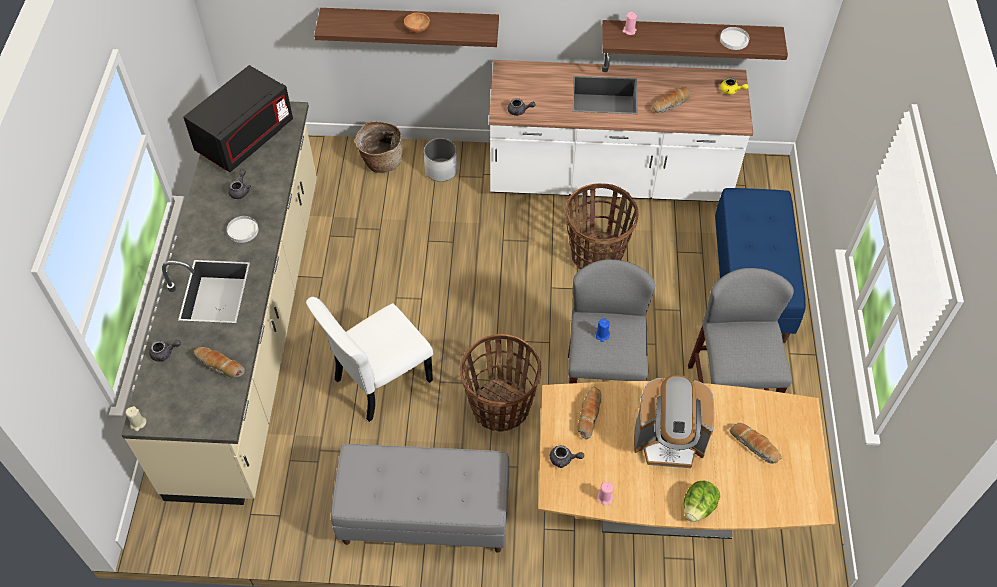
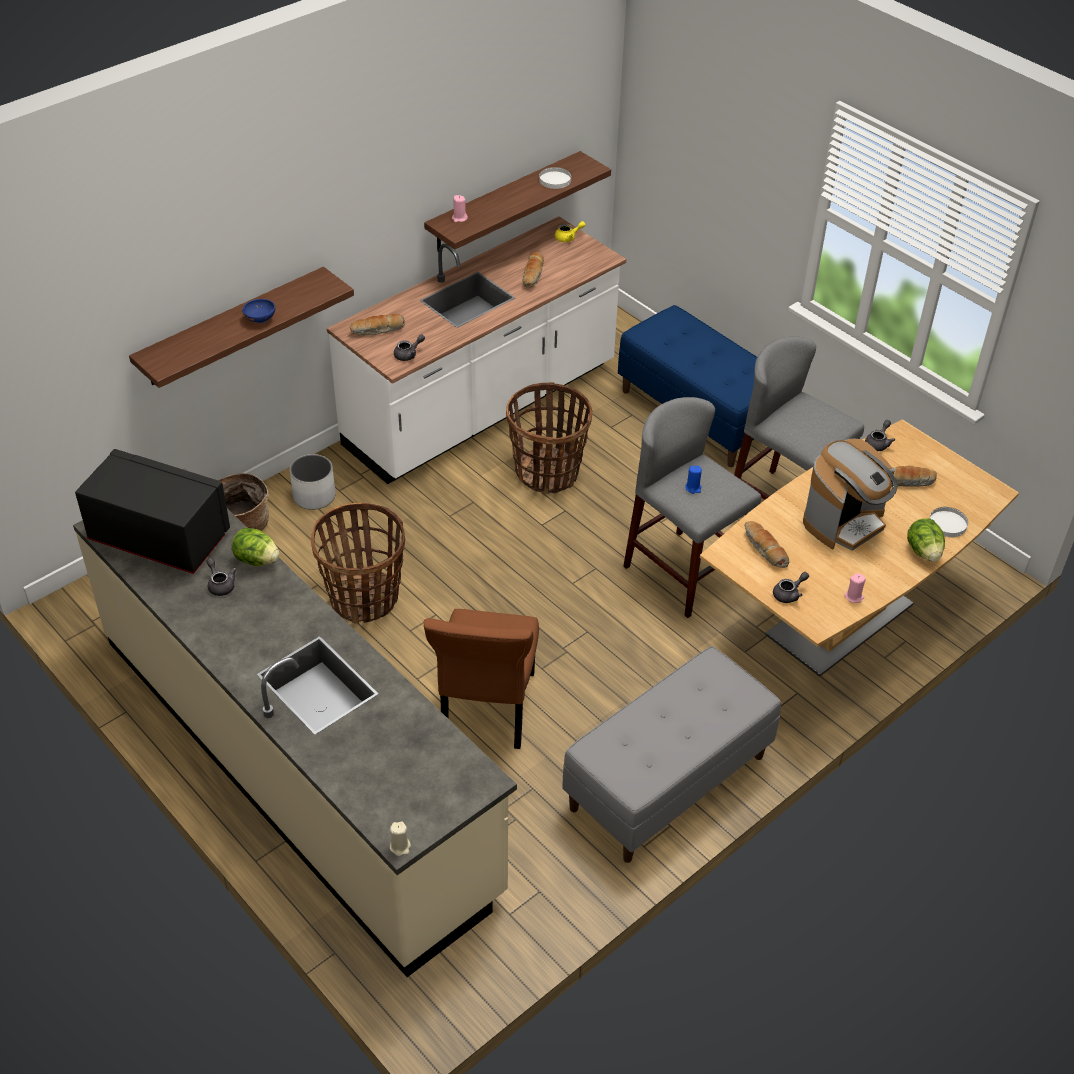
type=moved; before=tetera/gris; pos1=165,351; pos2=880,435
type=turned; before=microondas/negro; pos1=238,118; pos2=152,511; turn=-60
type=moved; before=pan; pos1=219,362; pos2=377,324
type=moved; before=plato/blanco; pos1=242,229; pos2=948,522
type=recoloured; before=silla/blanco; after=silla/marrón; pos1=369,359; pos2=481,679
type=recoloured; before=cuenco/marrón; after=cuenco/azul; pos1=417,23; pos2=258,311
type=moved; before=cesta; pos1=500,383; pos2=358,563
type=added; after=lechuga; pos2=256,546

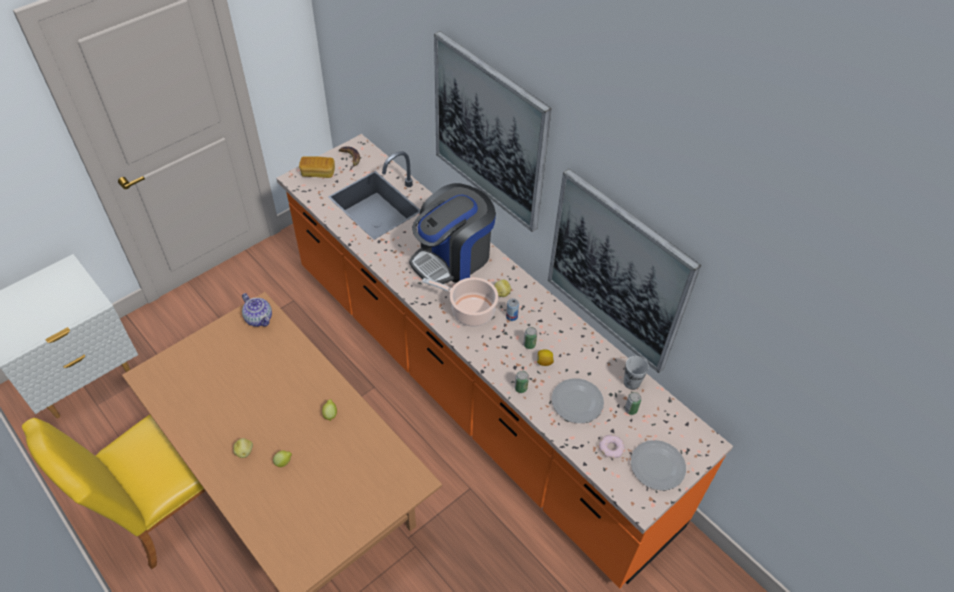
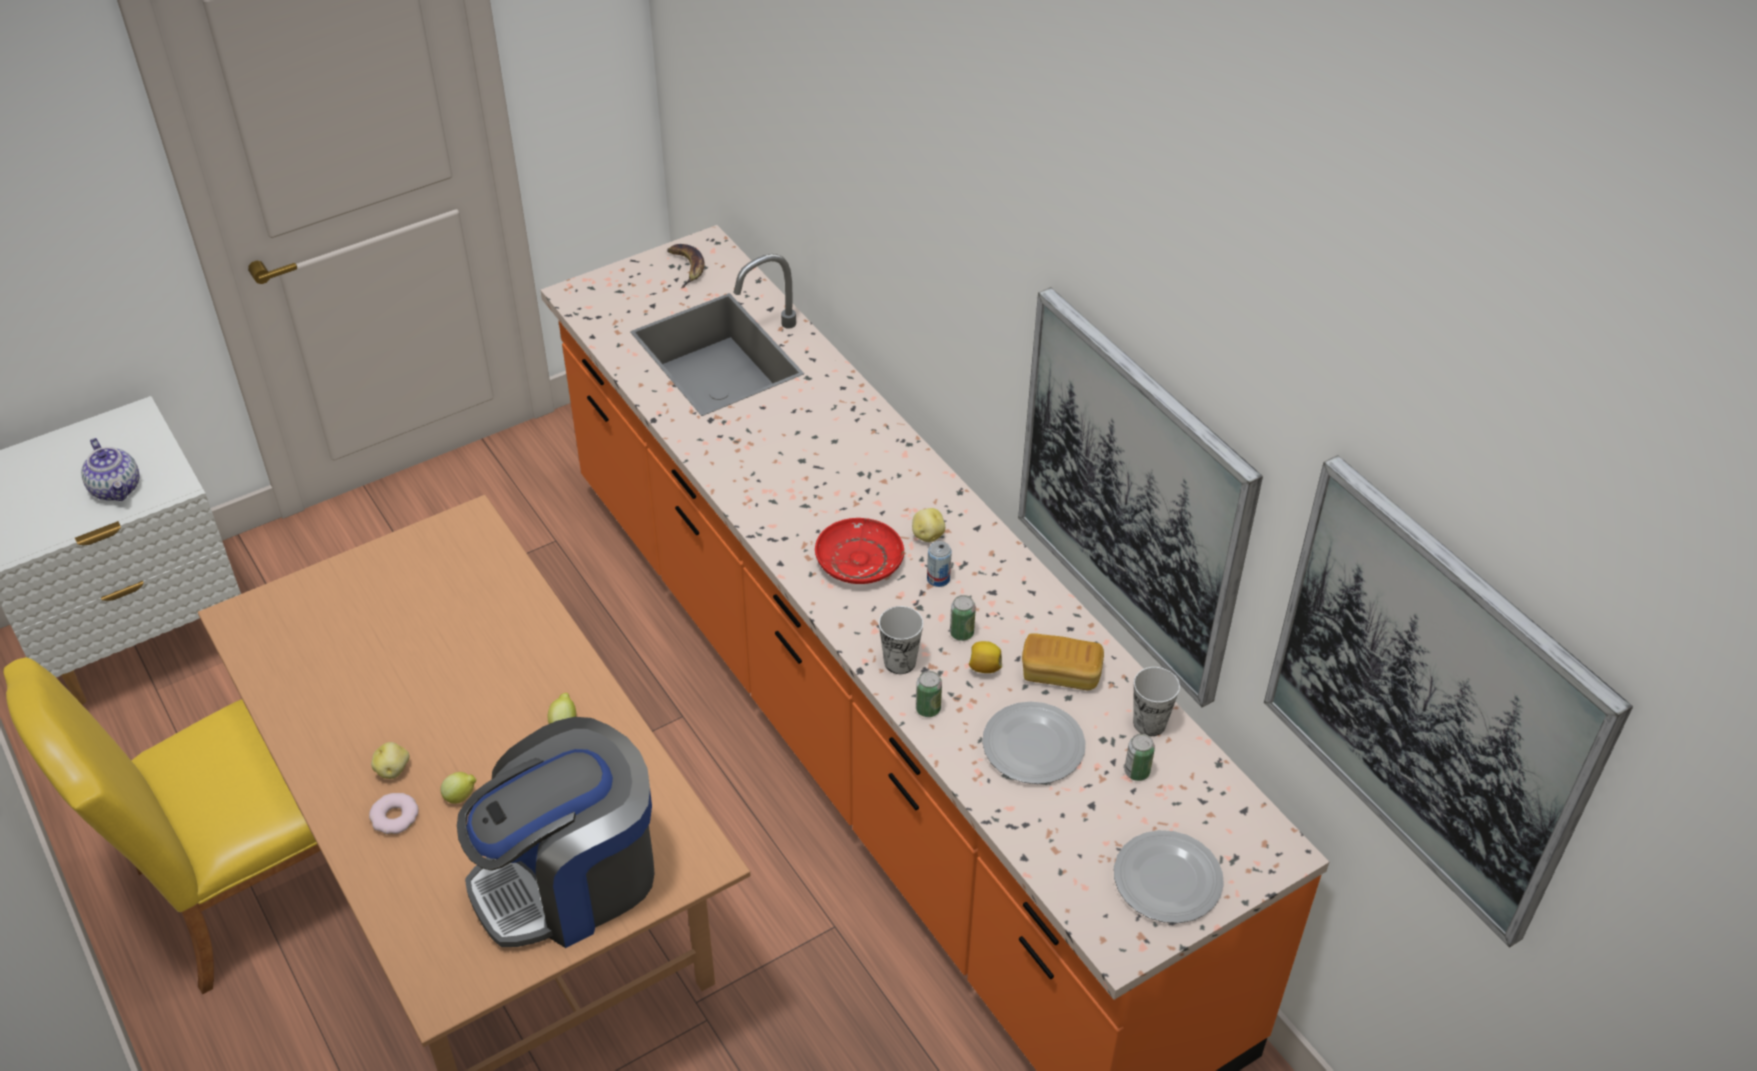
type=moved; before=tetera; pos1=257,310; pos2=110,469
type=moved; before=pan; pos1=317,167; pos2=1063,662
type=moved; before=cafetera; pos1=452,233; pos2=556,832
type=replaced; before=olla; after=plato/rojo; pos1=460,302; pos2=859,551
type=moved; before=cuadro; pos1=493,131; pos2=1448,701
type=moved; before=rosquilla; pos1=612,446; pos2=394,813
type=added; after=taza; pos2=901,640

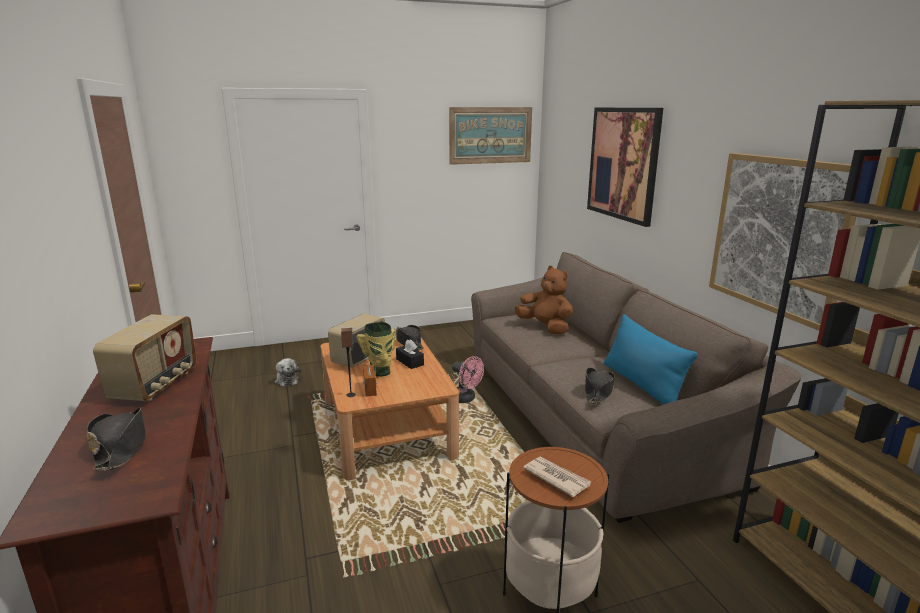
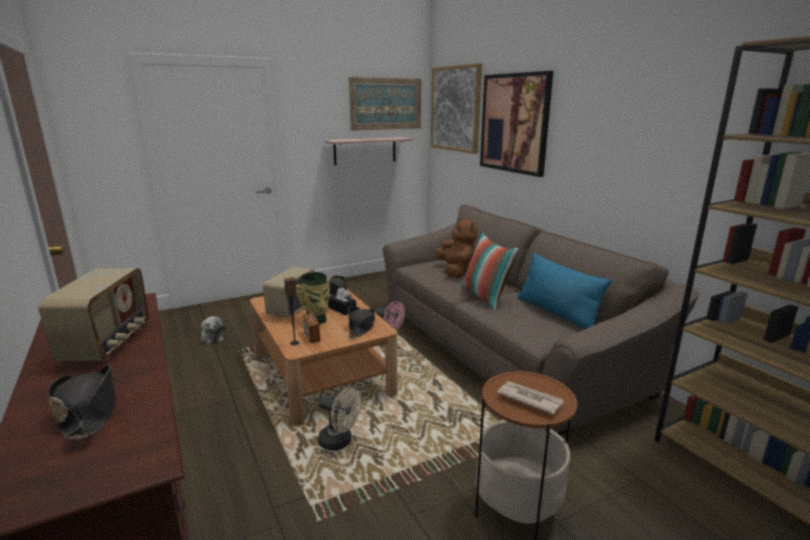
type=turned; before=peluche/marrón; pos1=544,300; pos2=456,247; turn=45
type=moved; before=sombrero/negro; pos1=600,385; pos2=361,322
type=moved; before=cuadro; pos1=782,242; pos2=456,108
type=added; after=ventilador/beis; pos2=339,419
type=added; after=estante; pos2=368,151
type=added; after=cojín; pos2=490,271

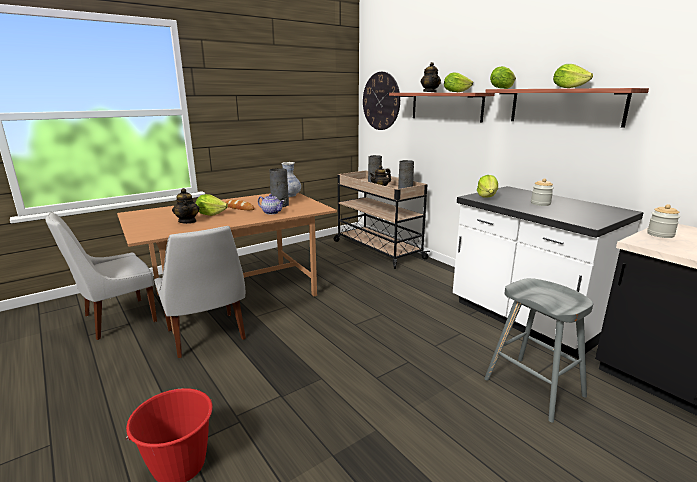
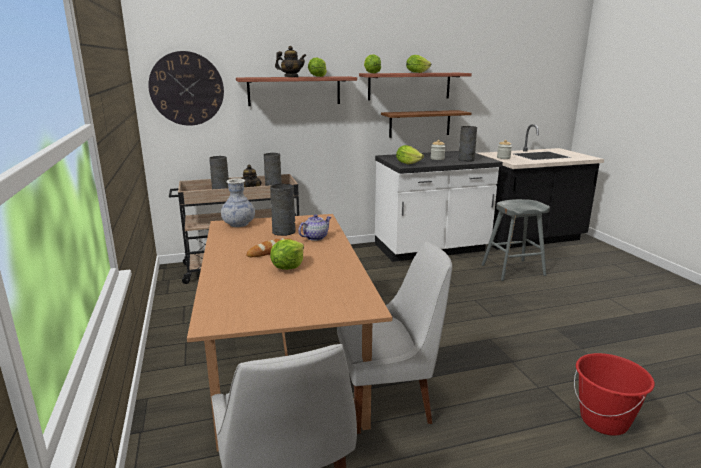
type=removed; before=tetera; pos1=186,206
type=added; after=estante/marrón; pos2=426,124
type=added; after=florero/gris; pos2=467,144

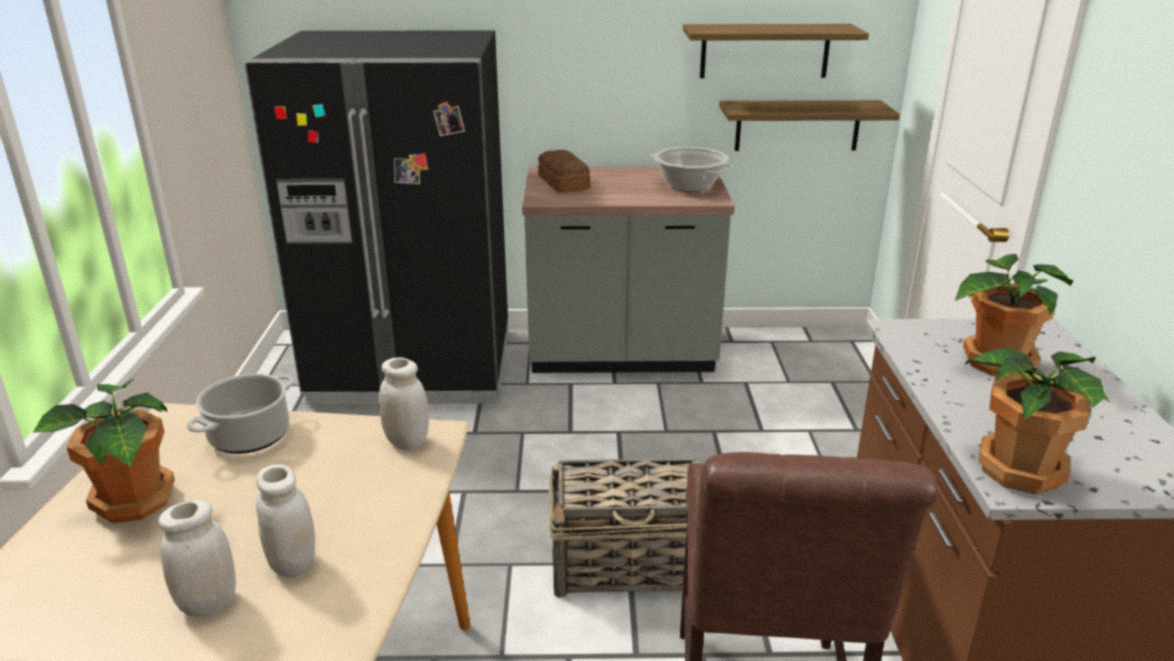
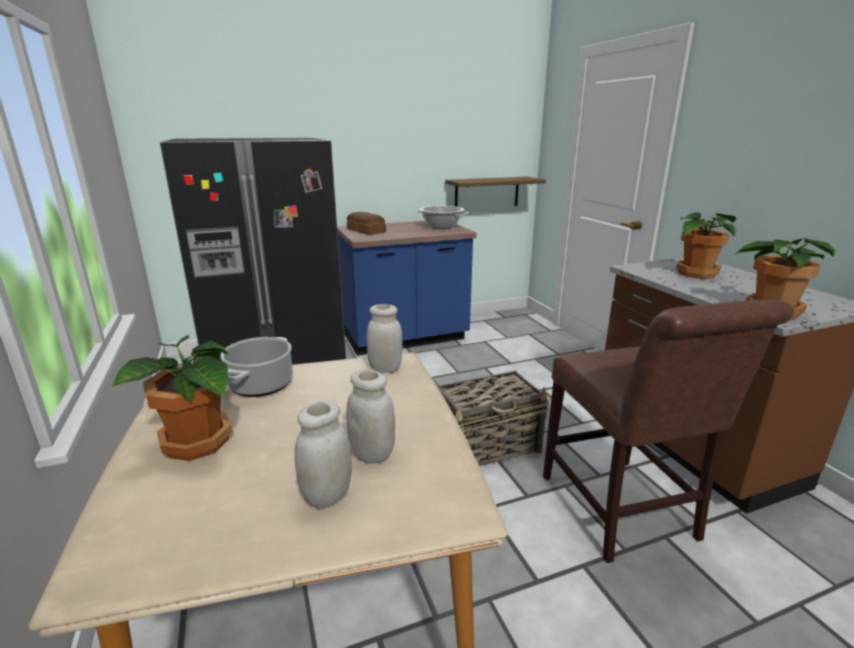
type=recoloured; before=mueble bajo de cocina/gris; after=mueble bajo de cocina/azul; pos1=628,270; pos2=406,288
type=removed; before=estante; pos1=776,51

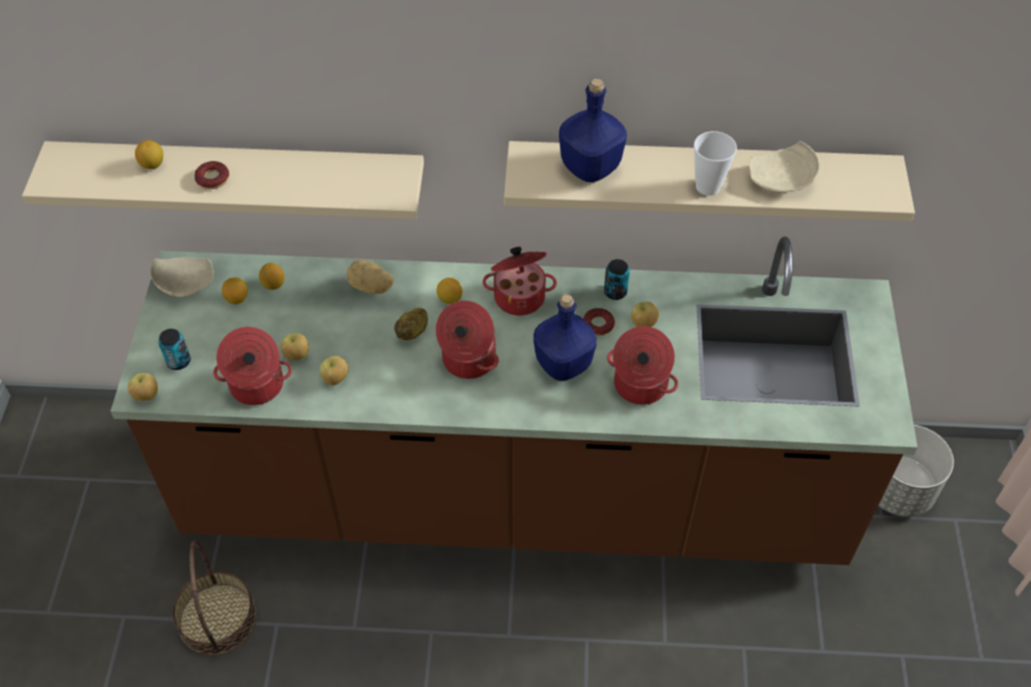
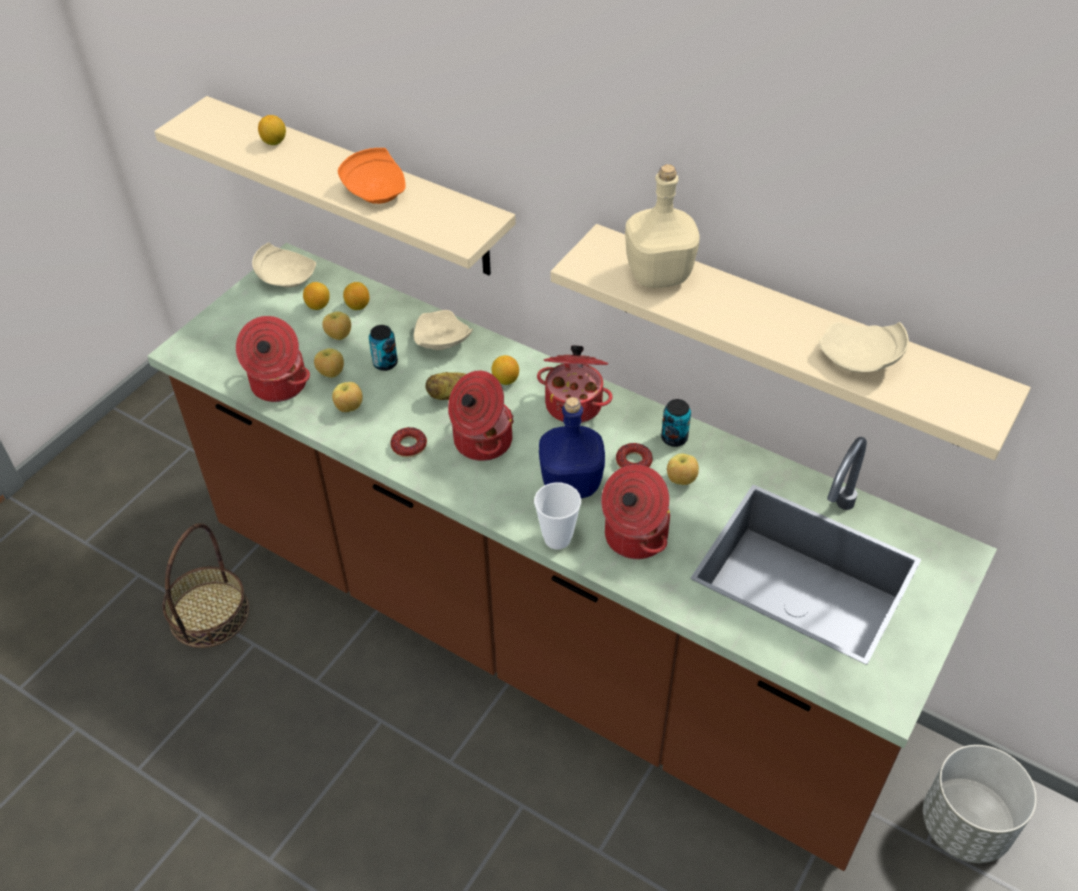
type=moved; before=manzana; pos1=143,387; pos2=336,325
type=moved; before=lata; pos1=174,349; pos2=383,348
type=moved; before=rosquilla; pos1=211,175; pos2=408,442
type=replaced; before=patata; after=plato/beis; pos1=370,277; pos2=443,330
type=recoloured; before=botella/azul; after=botella/beis; pos1=593,130; pos2=662,226
type=moved; before=taza; pos1=715,163; pos2=557,516
type=added; after=plato/naranja; pos2=372,176

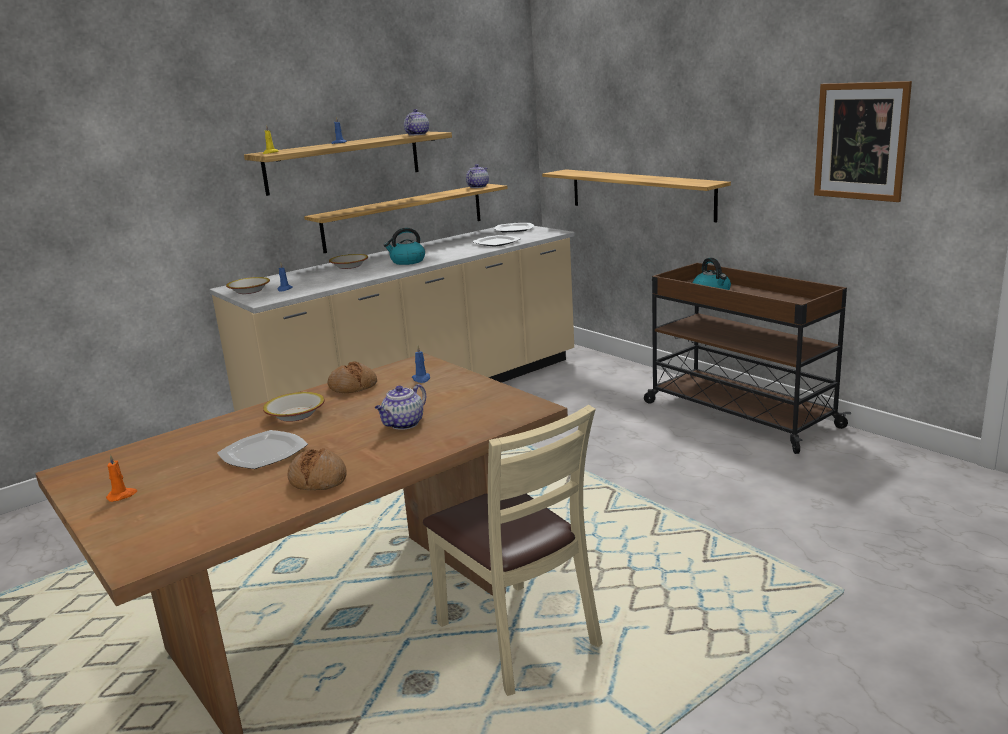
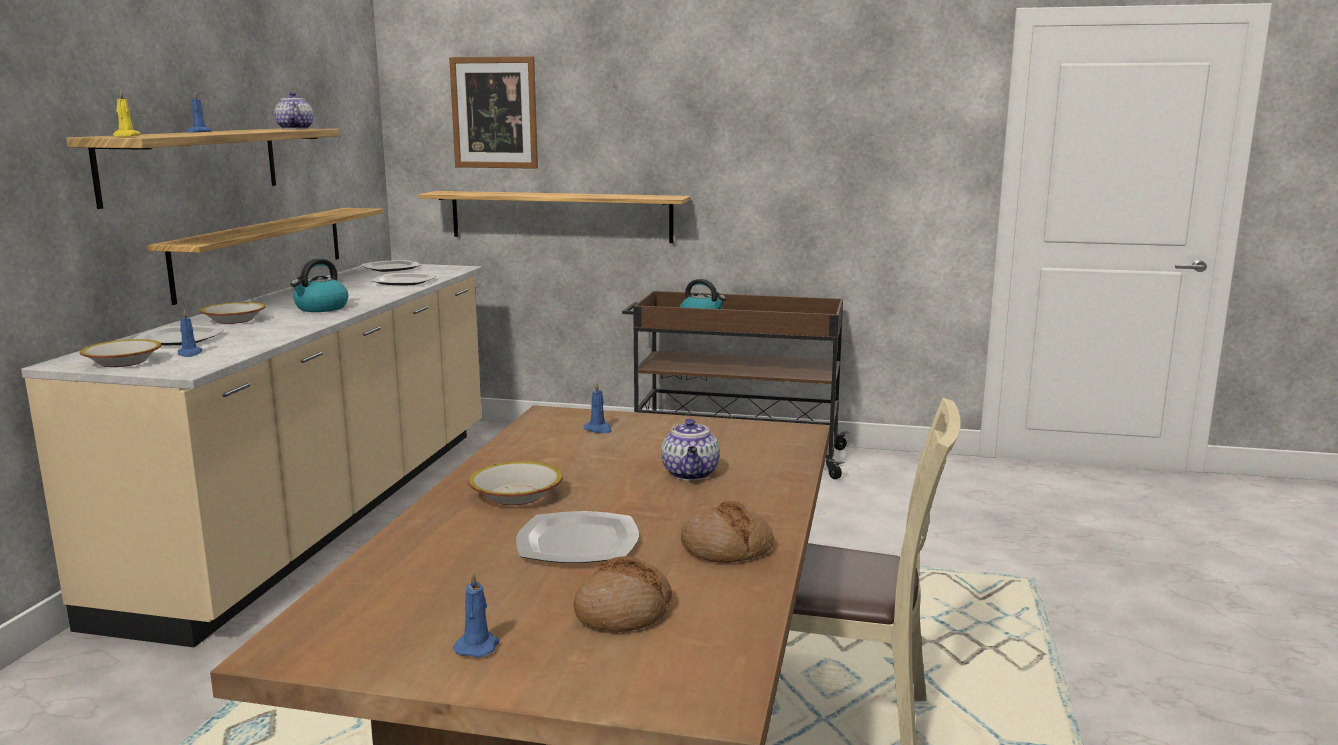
type=recoloured; before=vela/naranja; after=vela/azul; pos1=121,478; pos2=476,614
type=moved; before=pan; pos1=352,377; pos2=623,594
type=removed; before=tetera; pos1=477,176
type=moved; before=cuadro; pos1=863,141; pos2=493,112
type=added; after=plato; pos2=179,335

